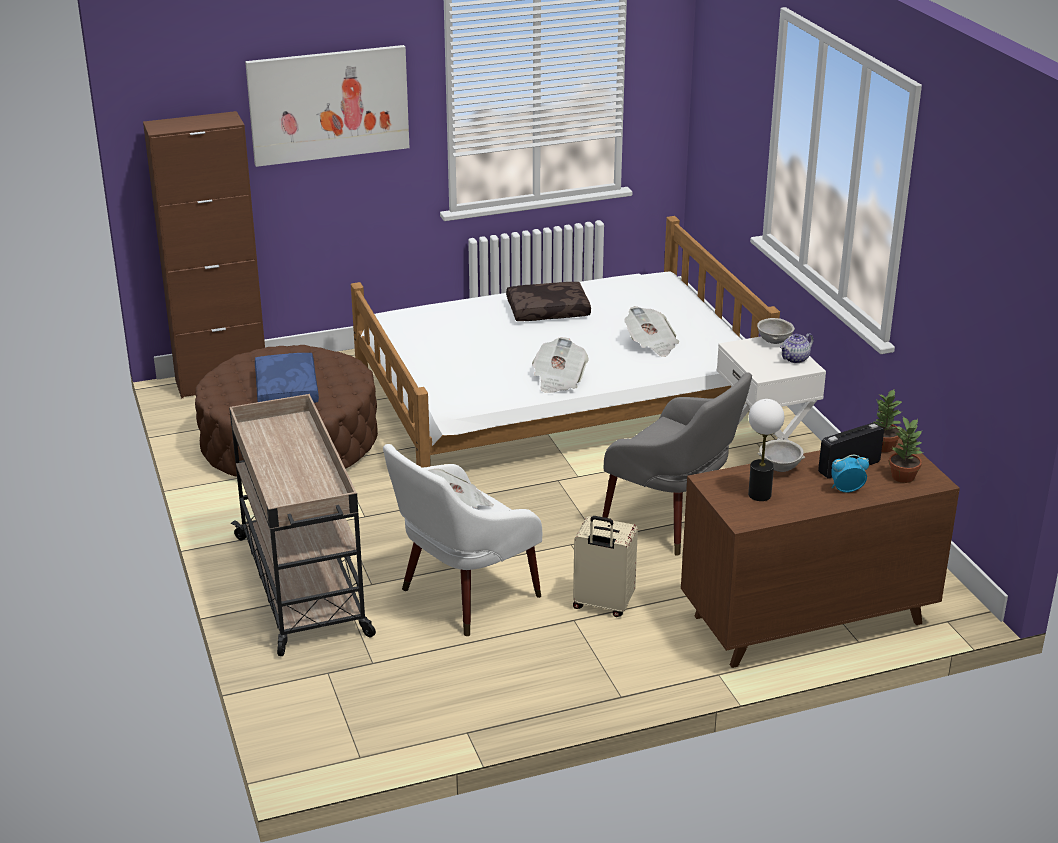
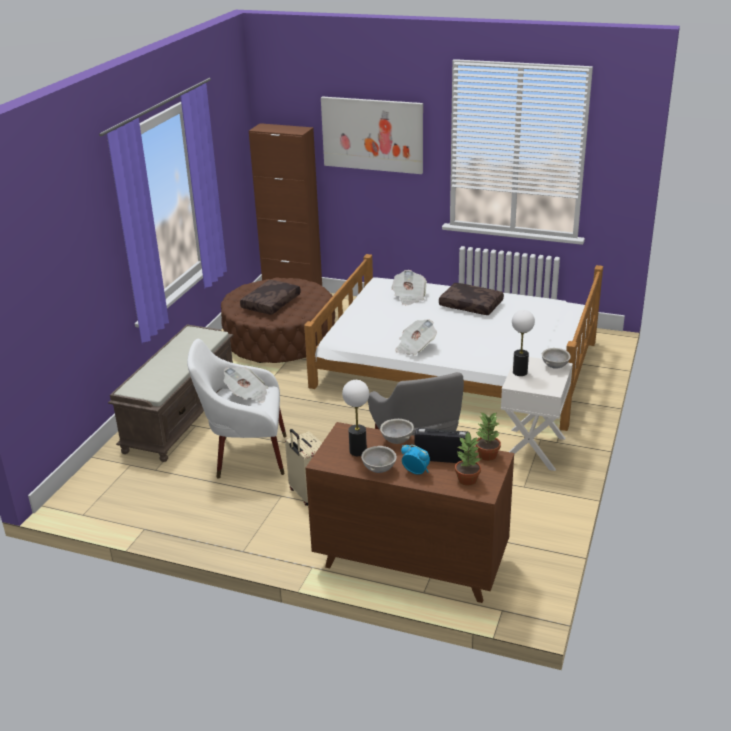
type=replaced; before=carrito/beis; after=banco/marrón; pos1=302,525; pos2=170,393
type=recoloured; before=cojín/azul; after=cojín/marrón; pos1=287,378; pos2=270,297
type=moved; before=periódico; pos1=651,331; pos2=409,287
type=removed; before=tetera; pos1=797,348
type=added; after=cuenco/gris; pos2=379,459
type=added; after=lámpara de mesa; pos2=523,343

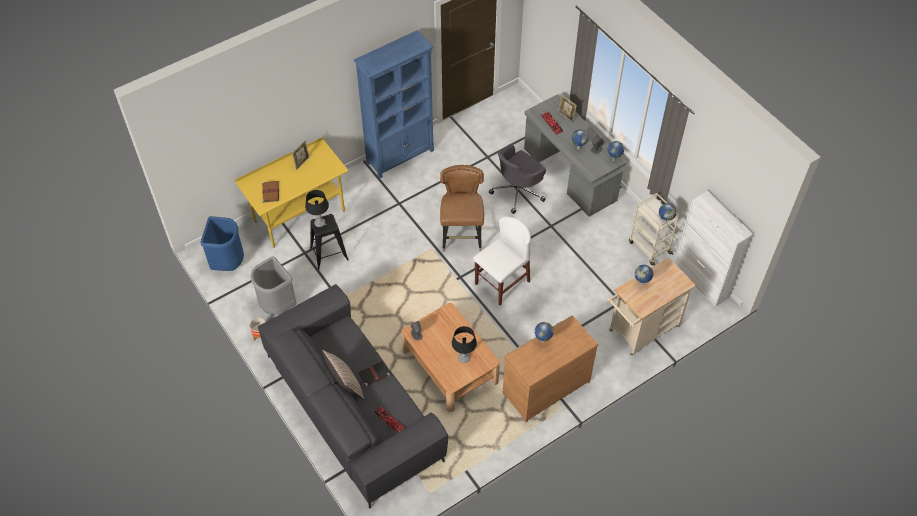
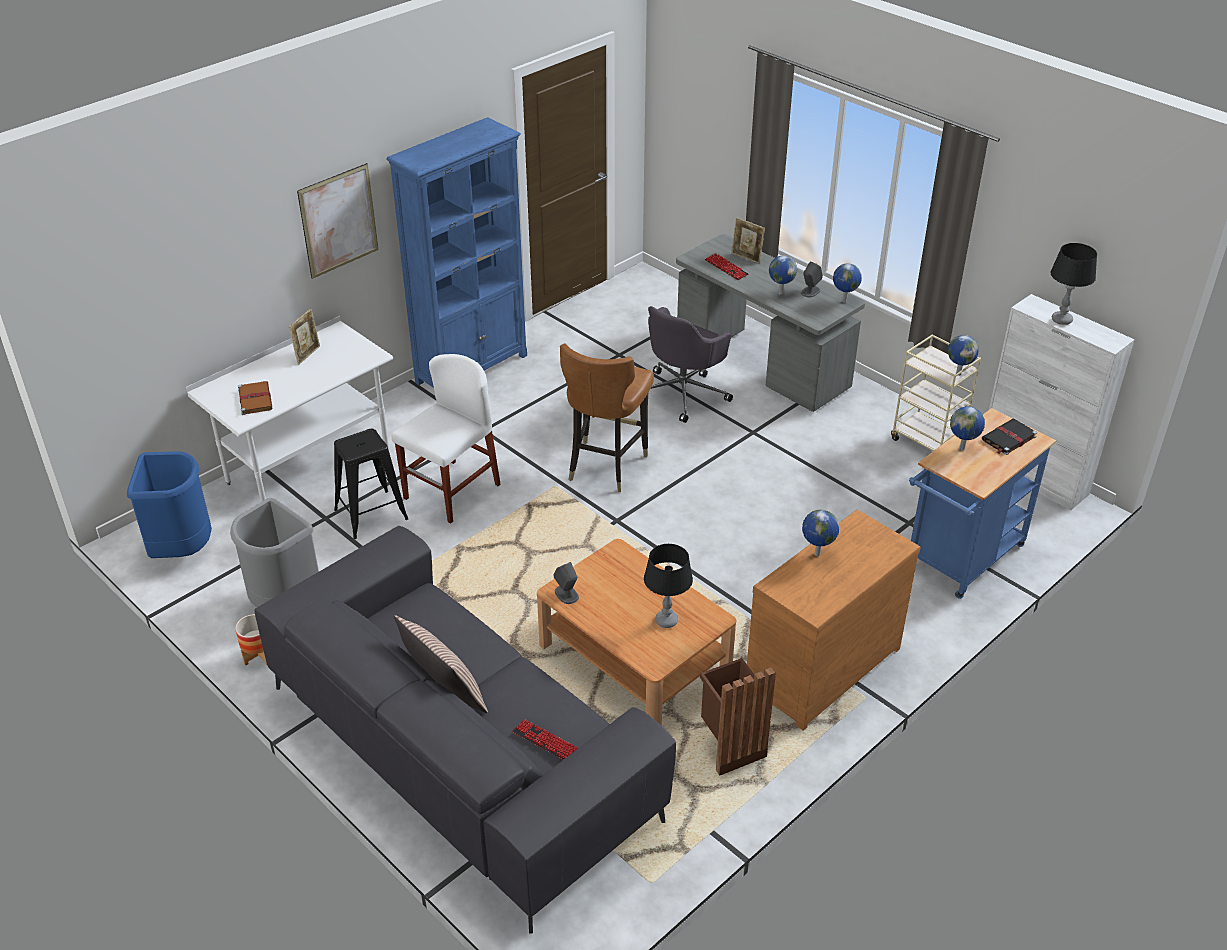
type=recoloured; before=escritorio/amarillo; after=escritorio/blanco; pos1=291,192; pos2=289,409
type=moved; before=lámpara de mesa/negro; pos1=317,208; pos2=1074,284
type=moved; before=libro/negro; pos1=374,374; pos2=1009,437
type=turned; before=silla/marrón; pos1=462,208; pos2=607,417; turn=-150
type=moved; before=silla/blanco; pos1=502,260; pos2=446,439
type=recoloured; before=carrito/beis; after=carrito/azul; pos1=651,306; pos2=982,503
type=added; after=cuadro; pos2=338,221
type=added; after=papelera/marrón; pos2=738,717

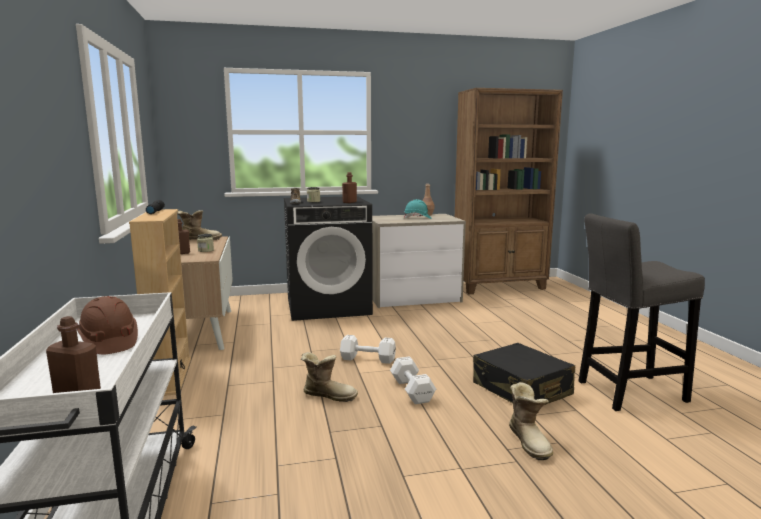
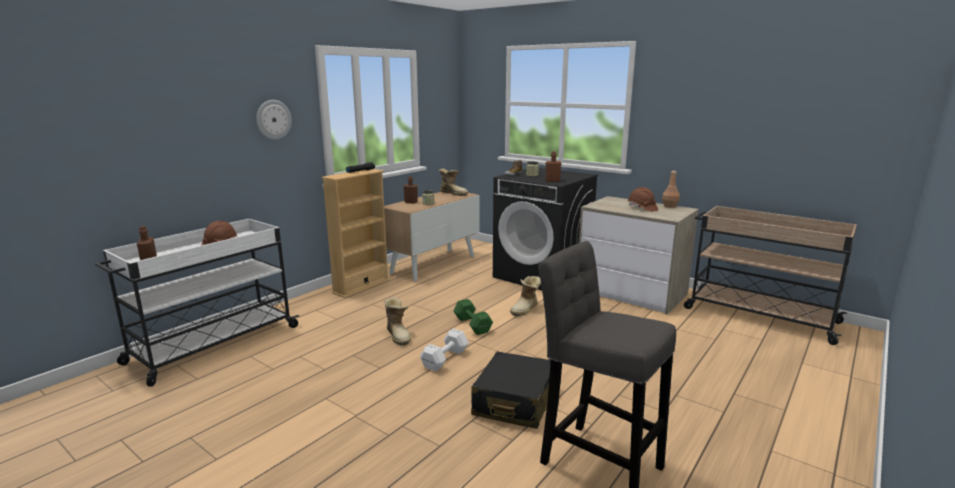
type=recoloured; before=mancuerna/blanco; after=mancuerna/verde; pos1=368,349; pos2=473,317
type=recoloured; before=casco/turquesa; after=casco/marrón; pos1=417,209; pos2=643,199
type=replaced; before=estantería/marrón; after=carrito/beis; pos1=509,191; pos2=770,275
type=moved; before=bota; pos1=531,421; pos2=525,296
type=added; after=reloj de pared; pos2=274,120

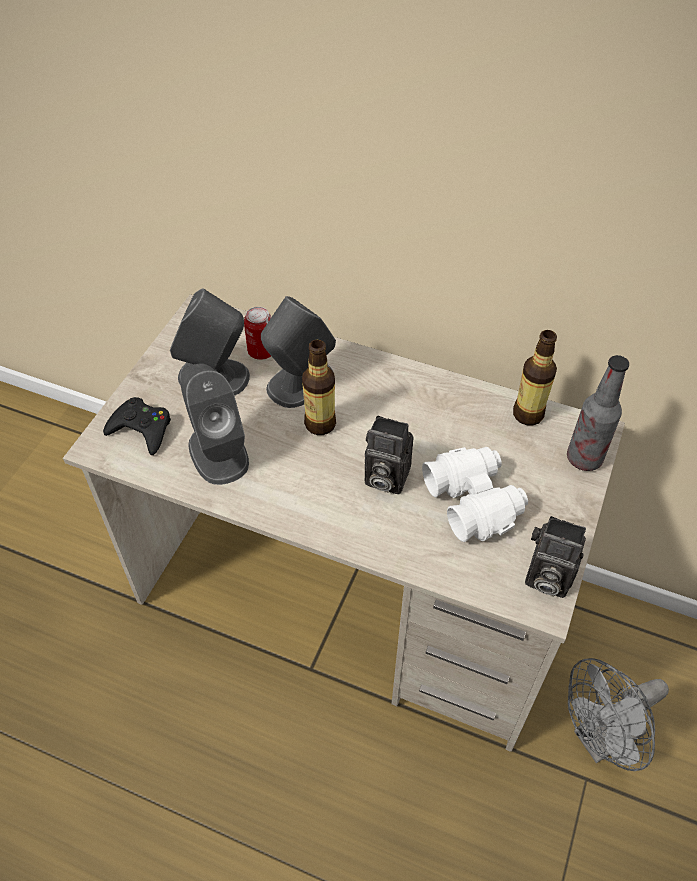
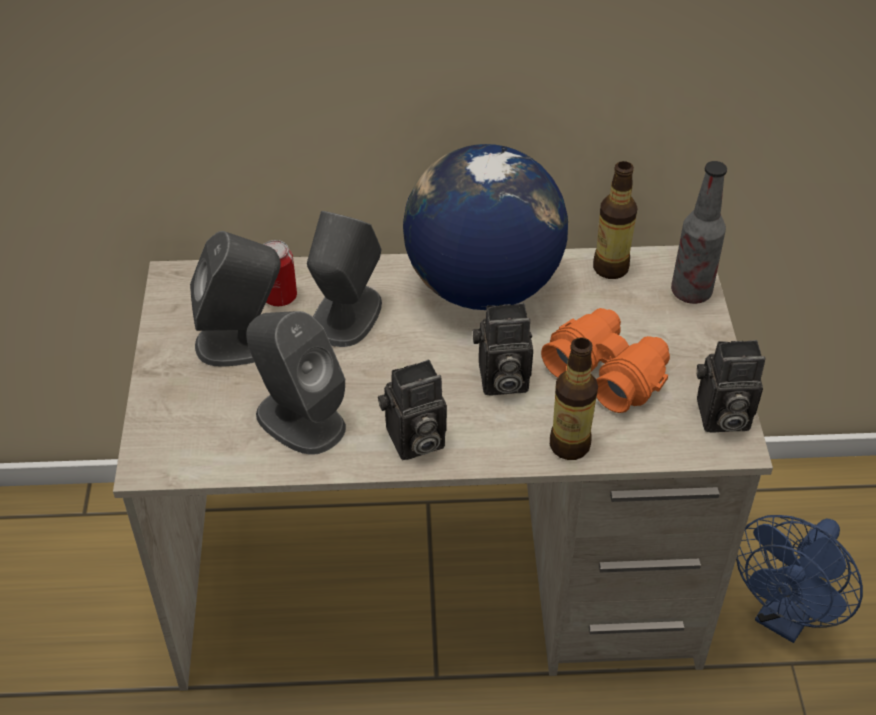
type=removed; before=mando de consola/negro; pos1=137,426
type=moved; before=botella; pos1=319,387; pos2=574,398
type=recoloured; before=prismáticos/blanco; after=prismáticos/naranja; pos1=475,494; pos2=605,360
type=recoloured; before=ventilador/gris; after=ventilador/azul; pos1=618,714; pos2=799,579
type=added; after=cámara; pos2=412,410
type=added; after=globo terráqueo; pos2=485,227

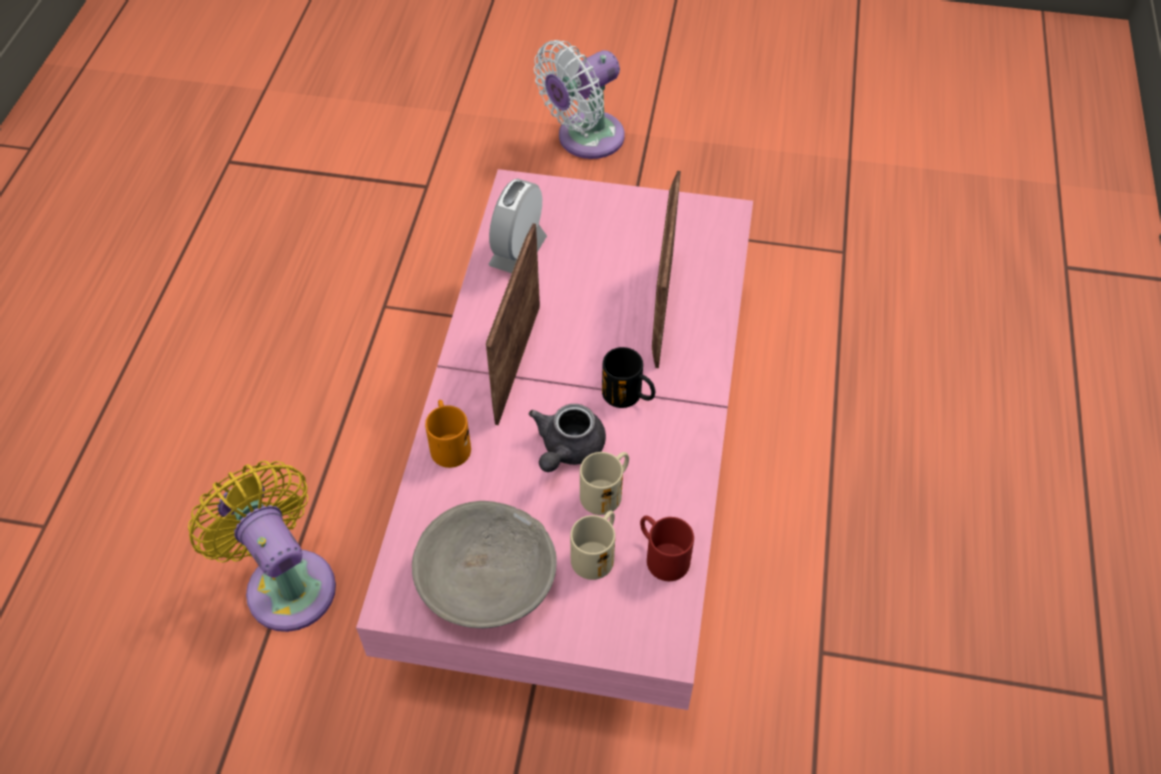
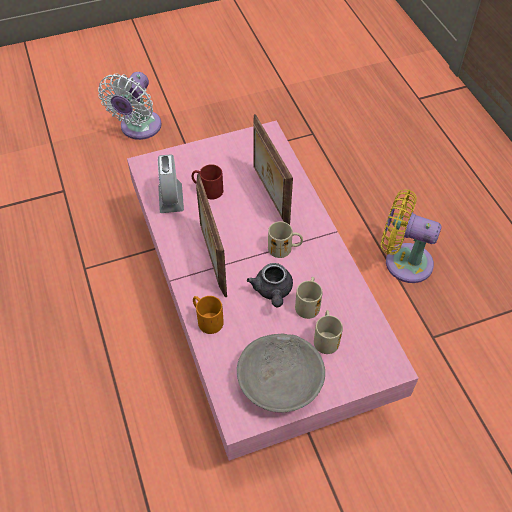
type=moved; before=ventilador/amarillo; pos1=262,546; pos2=411,236
type=recoloured; before=taza grande/negro; after=taza grande/beis; pos1=628,377; pos2=285,239
type=moved; before=taza grande/rojo; pos1=667,548; pos2=207,182

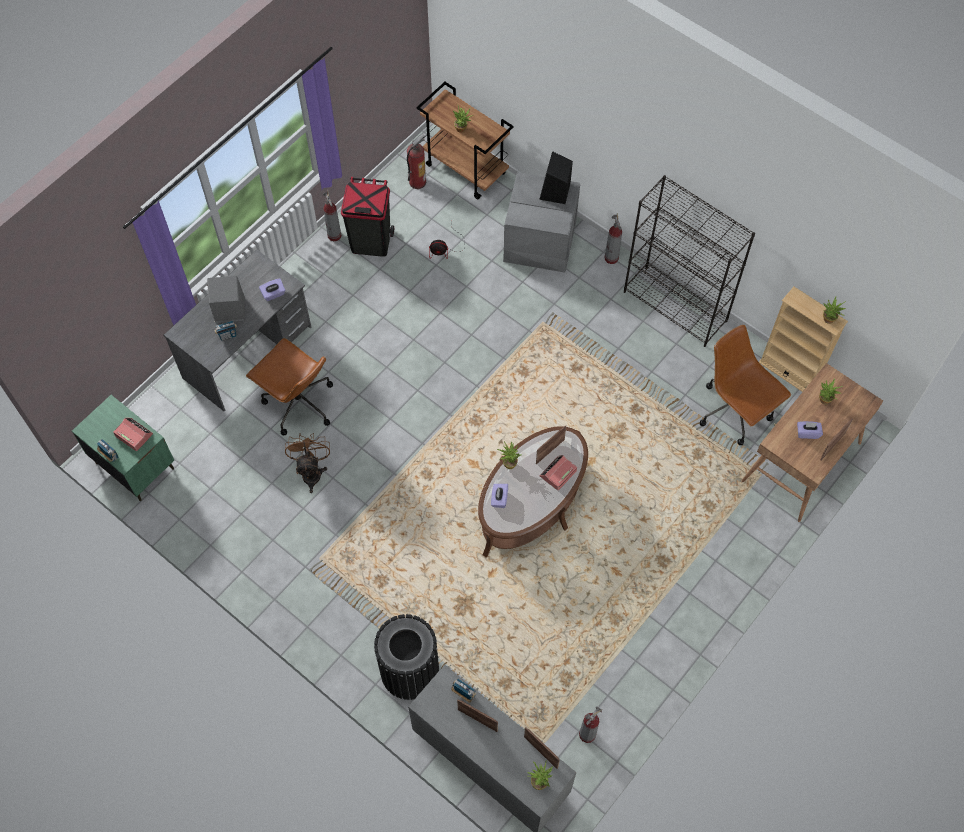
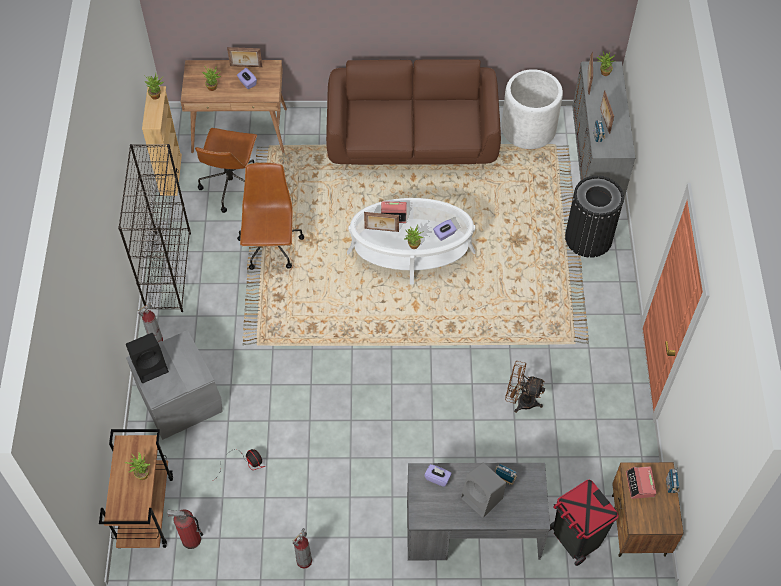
type=recoloured; before=mesita de noche/verde; after=mesita de noche/marrón; pos1=123,448; pos2=648,509
type=moved; before=silla de oficina/marrón; pos1=289,386; pos2=271,216
type=turned; before=ventilador/marrón; pos1=307,463; pos2=525,387; turn=60
type=moved; before=papelera/negro; pos1=367,217; pos2=584,523
type=recoloured; before=mesa de centro/marrón; after=mesa de centro/blanco; pos1=533,492; pos2=411,241
type=replaced; before=extintor; after=maceta/blanco; pos1=590,724; pos2=532,109
type=added; after=sofá/marrón; pos2=413,114

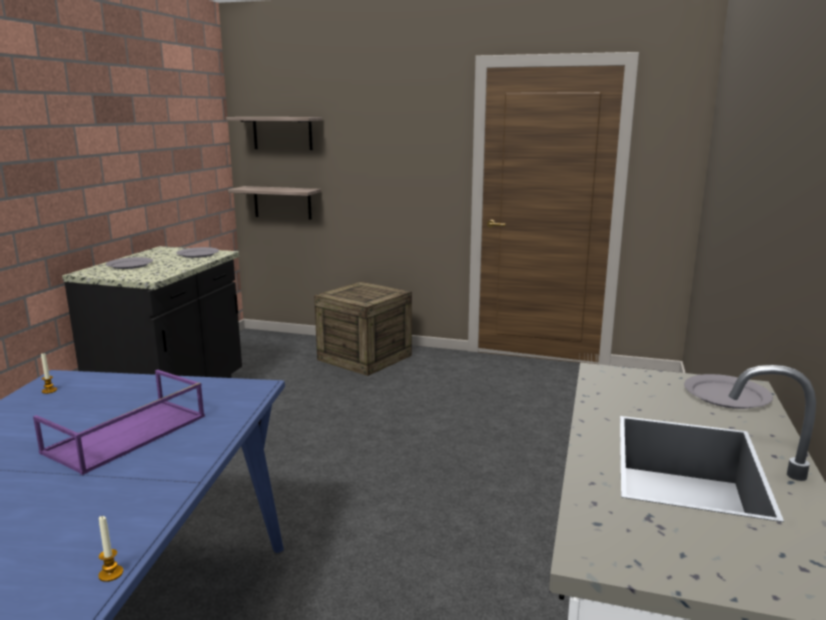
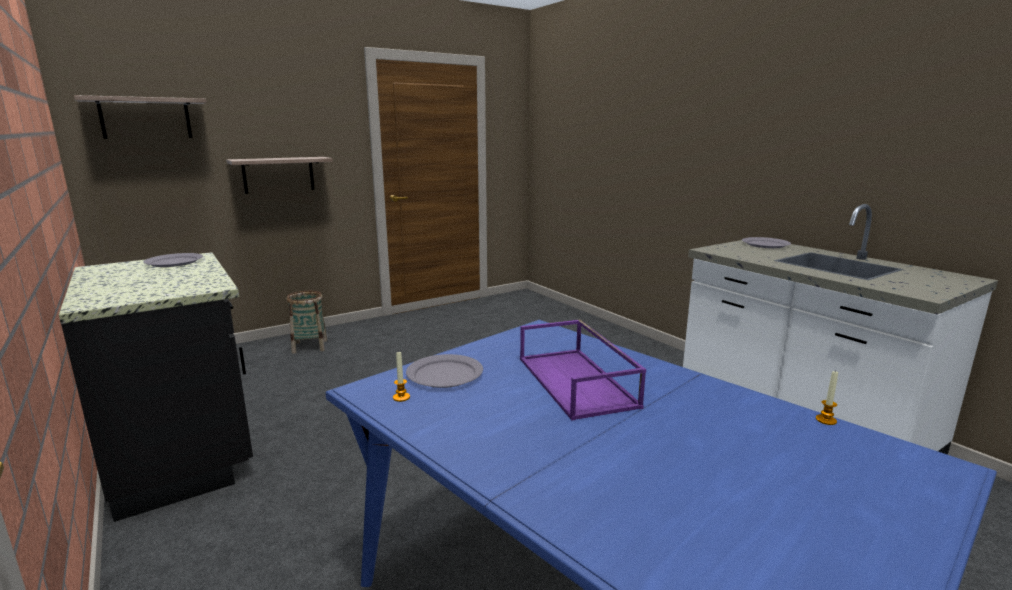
type=moved; before=plato/gris; pos1=129,263; pos2=444,371
type=moved; before=estante; pos1=274,203; pos2=279,175
type=replaced; before=caja de embalaje; after=cesta; pos1=363,328; pos2=307,322

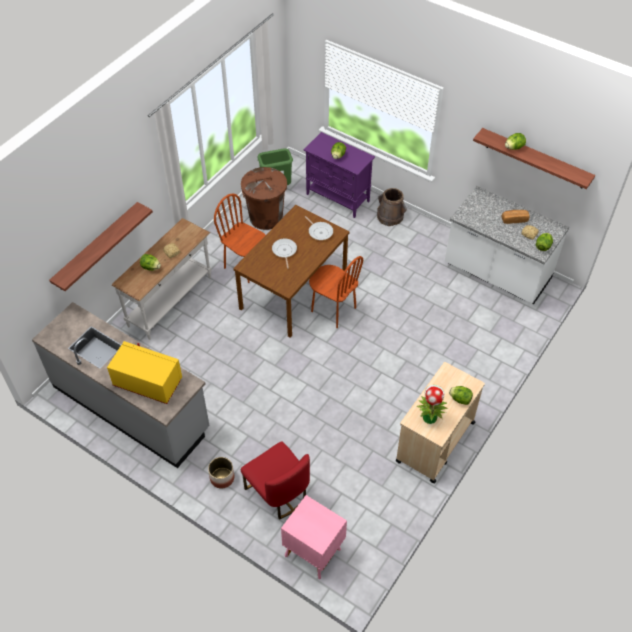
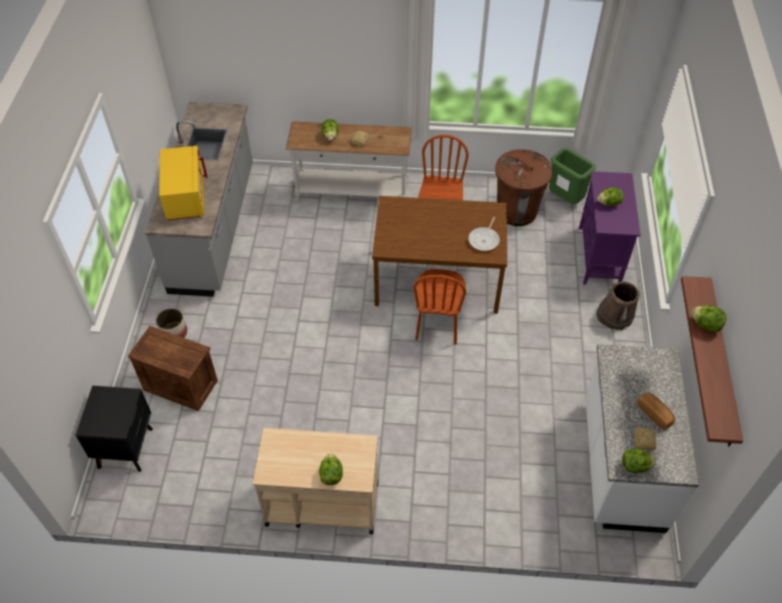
type=removed; before=estante; pos1=101,246
type=replaced; before=silla/rojo; after=caja de embalaje; pos1=275,480; pos2=173,368
type=removed; before=sartén; pos1=284,254
type=recoloured; before=mesita de noche/rosa; after=mesita de noche/negro; pos1=314,537; pos2=114,429
type=removed; before=planta en maceta; pos1=432,404

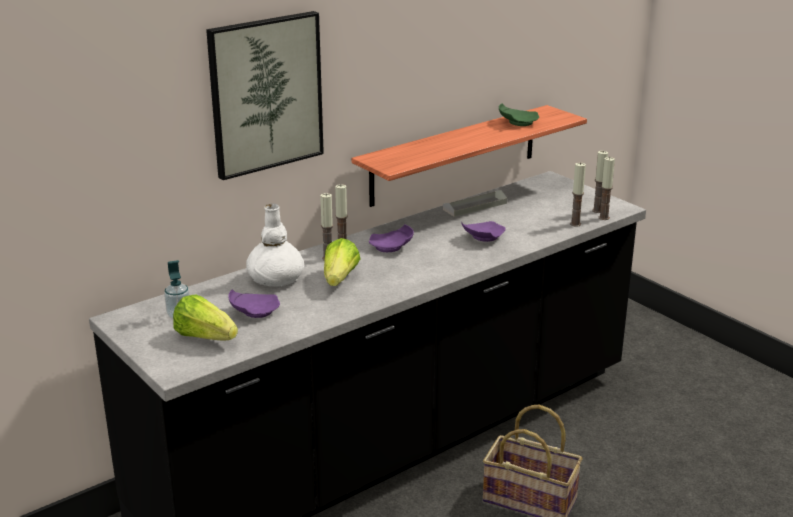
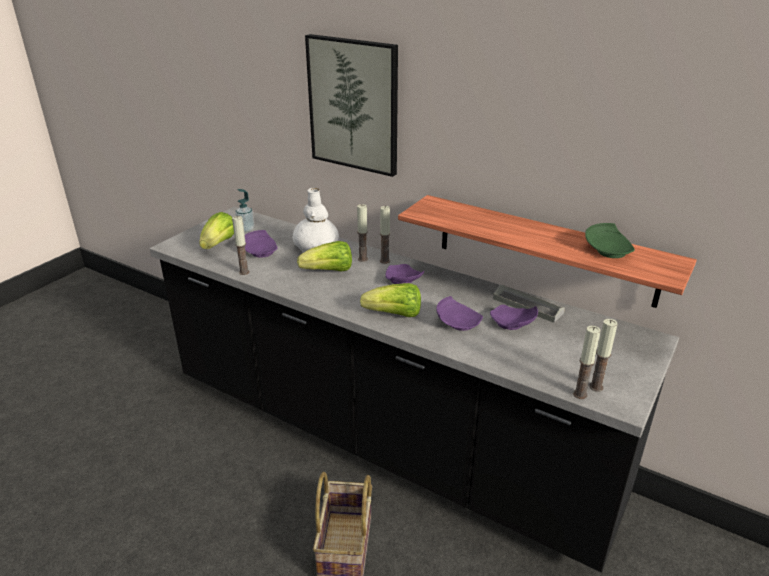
type=moved; before=vela; pos1=578,194; pos2=241,245
type=added; after=lechuga; pos2=390,300
type=added; after=plato/morado; pos2=514,317

